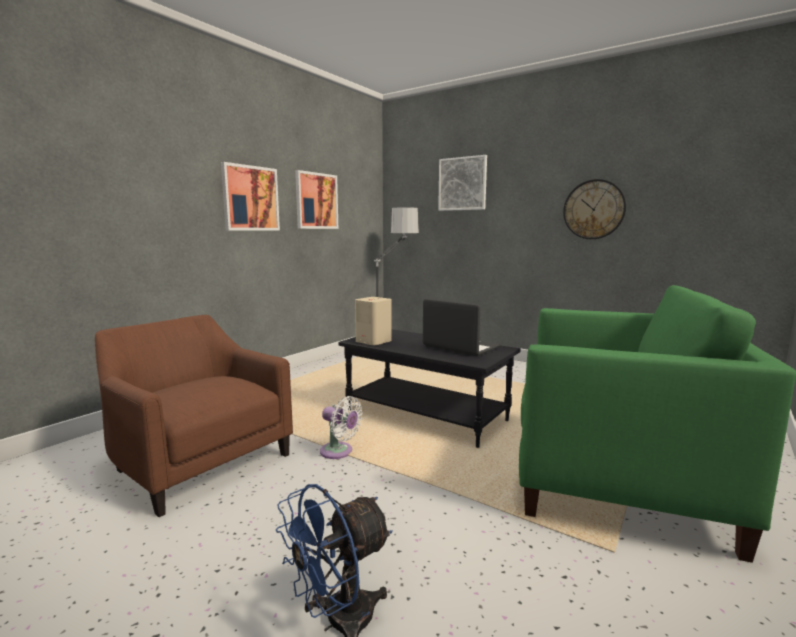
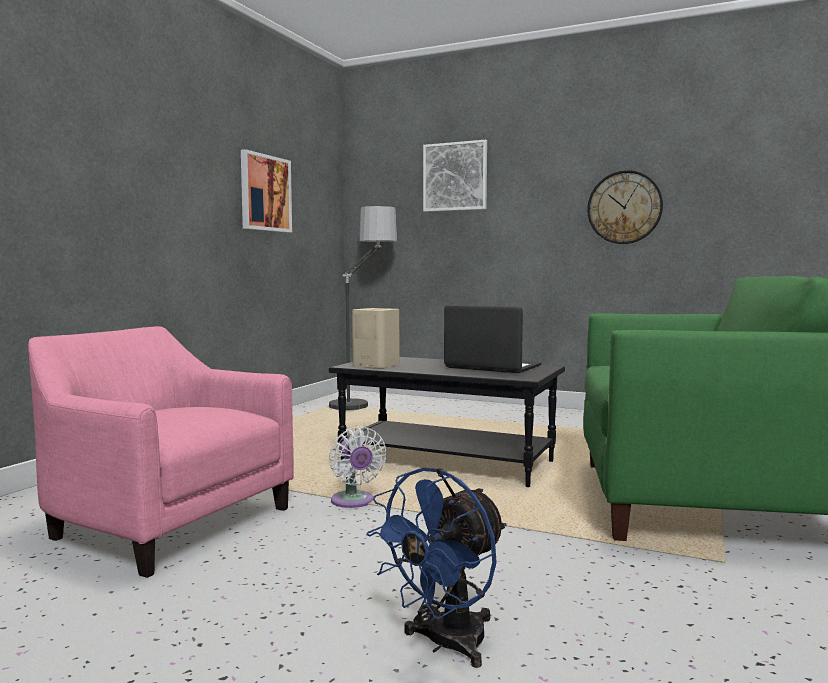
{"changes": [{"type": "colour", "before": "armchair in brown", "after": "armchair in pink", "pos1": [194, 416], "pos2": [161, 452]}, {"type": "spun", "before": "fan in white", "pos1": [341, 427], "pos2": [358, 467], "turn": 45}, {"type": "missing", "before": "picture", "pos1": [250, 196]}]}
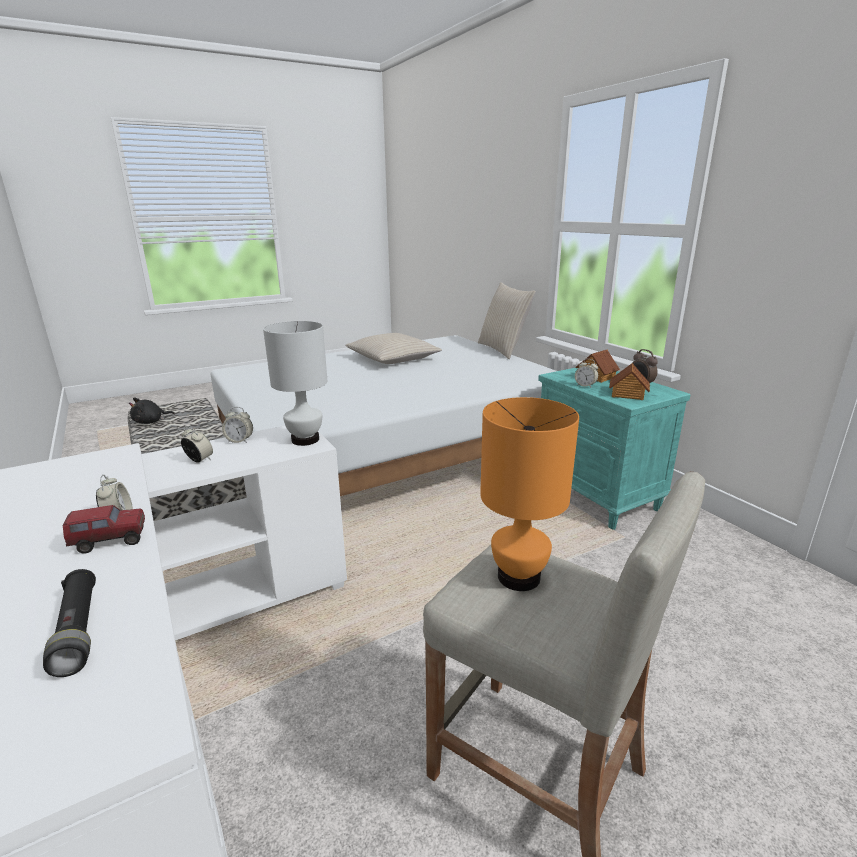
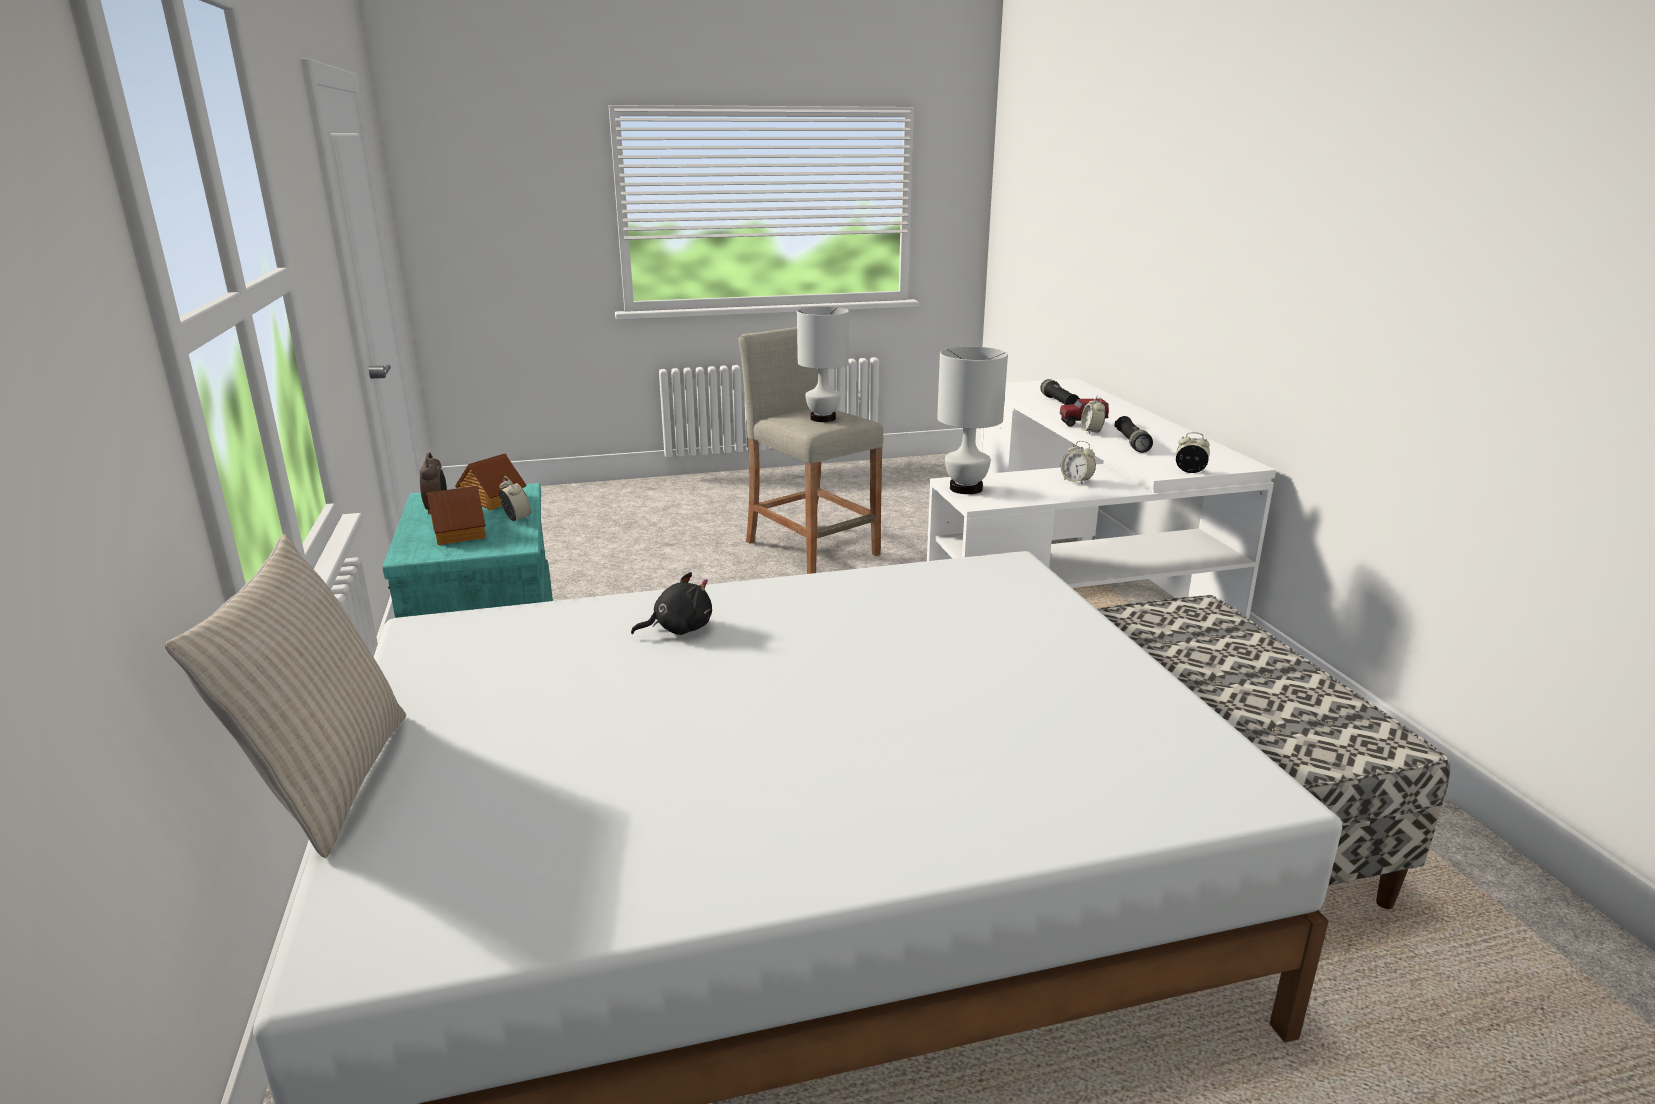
{"changes": [{"type": "relocated", "before": "plush toy in black", "pos1": [152, 410], "pos2": [671, 603]}, {"type": "colour", "before": "table lamp in orange", "after": "table lamp in white", "pos1": [529, 494], "pos2": [823, 364]}, {"type": "appeared", "after": "flashlight in black", "pos2": [1133, 434]}, {"type": "relocated", "before": "alarm clock", "pos1": [237, 425], "pos2": [1193, 452]}, {"type": "missing", "before": "pillow in beige", "pos1": [393, 348]}]}
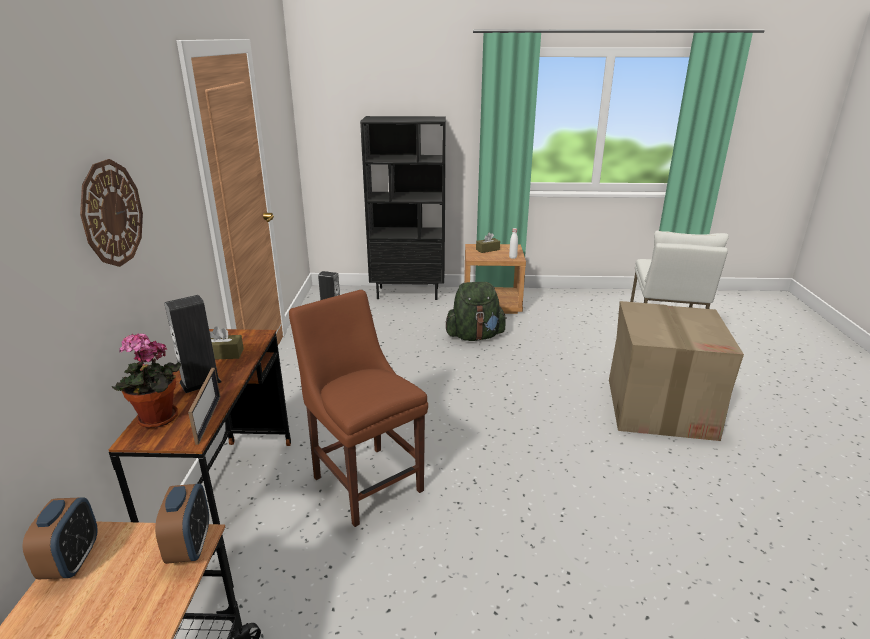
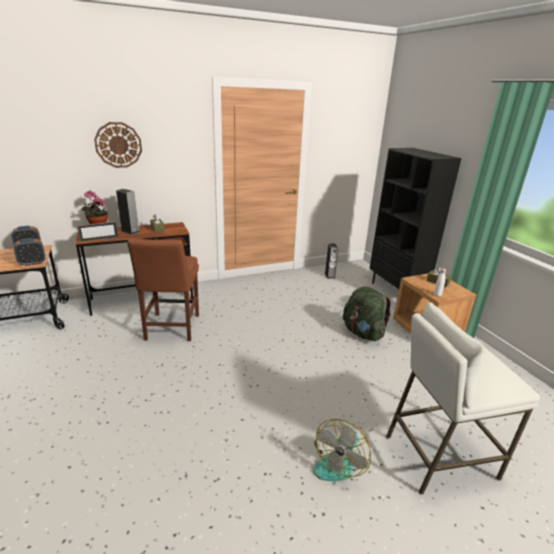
{"changes": [{"type": "spun", "before": "chair in brown", "pos1": [358, 408], "pos2": [163, 289], "turn": 150}, {"type": "exchanged", "before": "cardboard box", "after": "fan", "pos1": [676, 371], "pos2": [342, 450]}]}
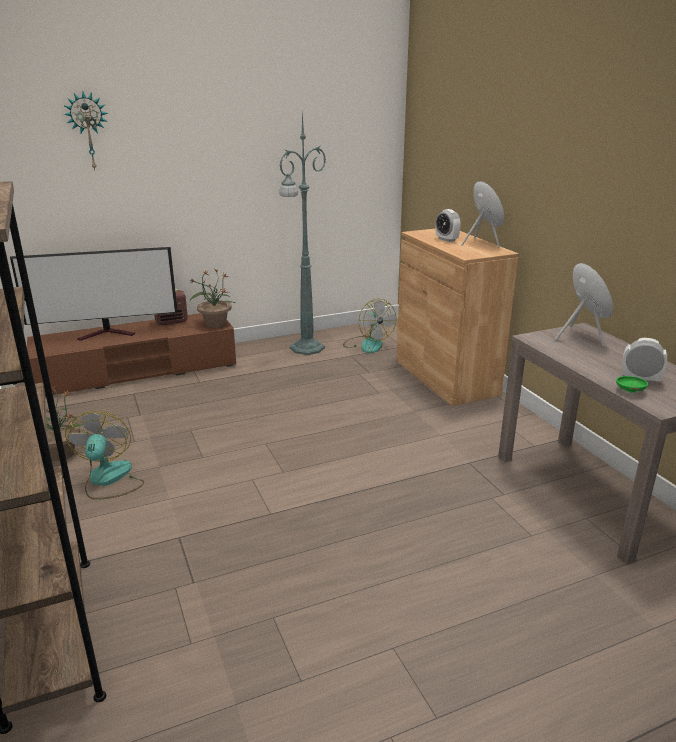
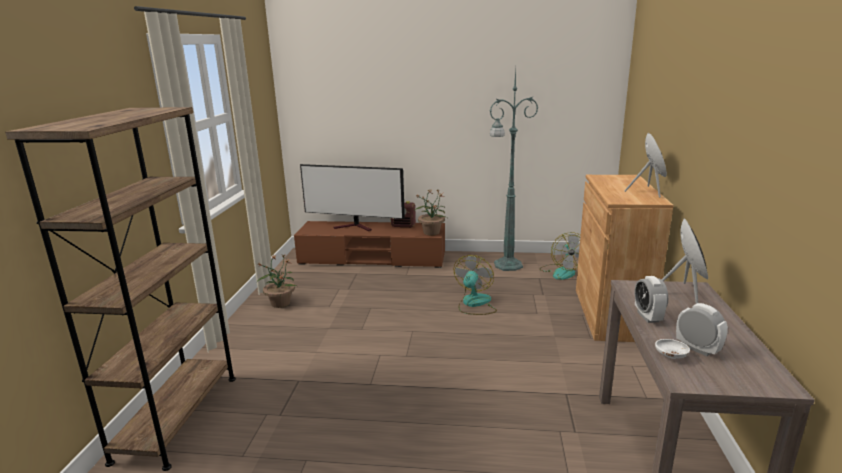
{"changes": [{"type": "relocated", "before": "fan", "pos1": [104, 455], "pos2": [475, 285]}, {"type": "relocated", "before": "alarm clock", "pos1": [448, 225], "pos2": [651, 299]}, {"type": "colour", "before": "bowl in green", "after": "bowl in white", "pos1": [632, 384], "pos2": [672, 349]}, {"type": "missing", "before": "wall clock", "pos1": [86, 131]}]}
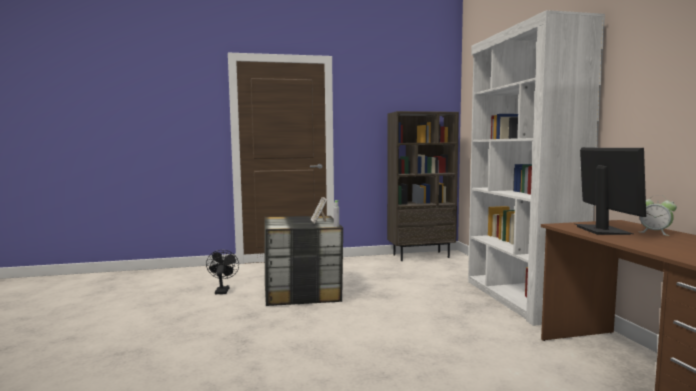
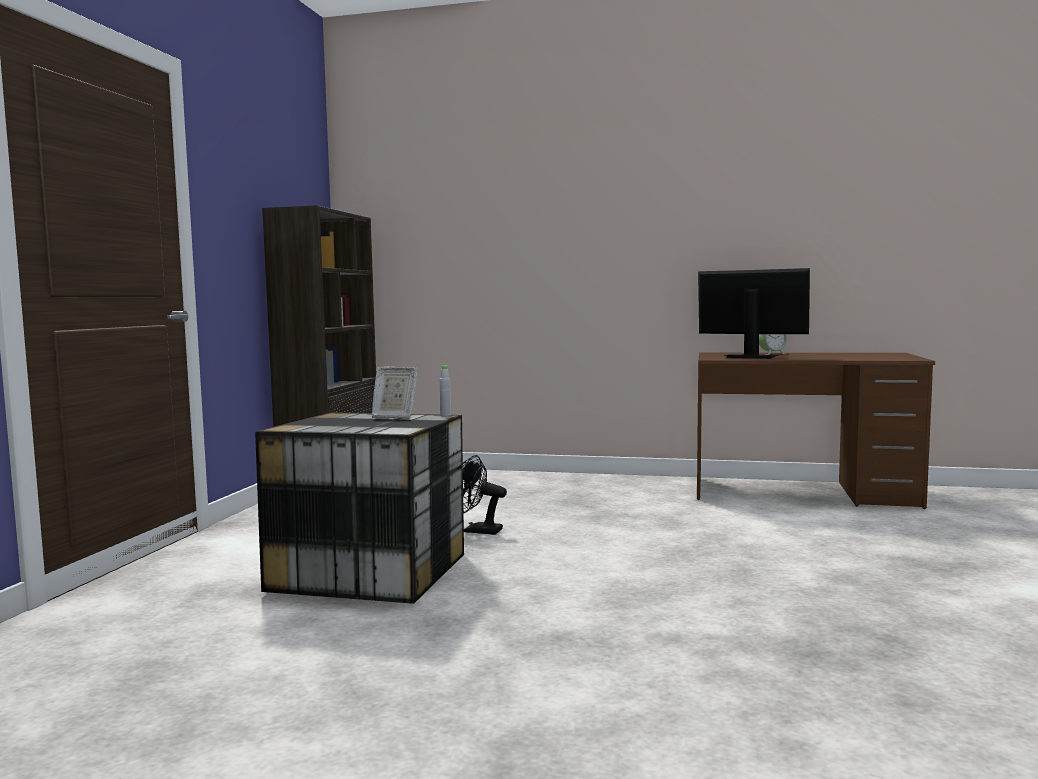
{"changes": [{"type": "relocated", "before": "fan in black", "pos1": [222, 272], "pos2": [485, 495]}, {"type": "missing", "before": "bookcase in white", "pos1": [536, 168]}]}
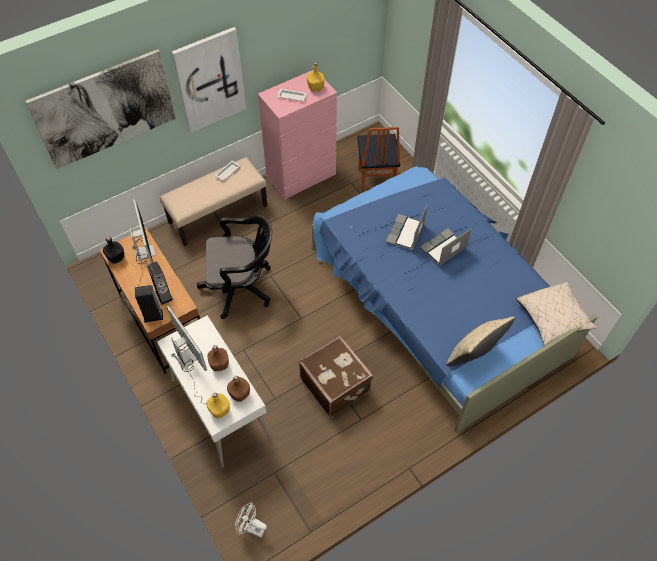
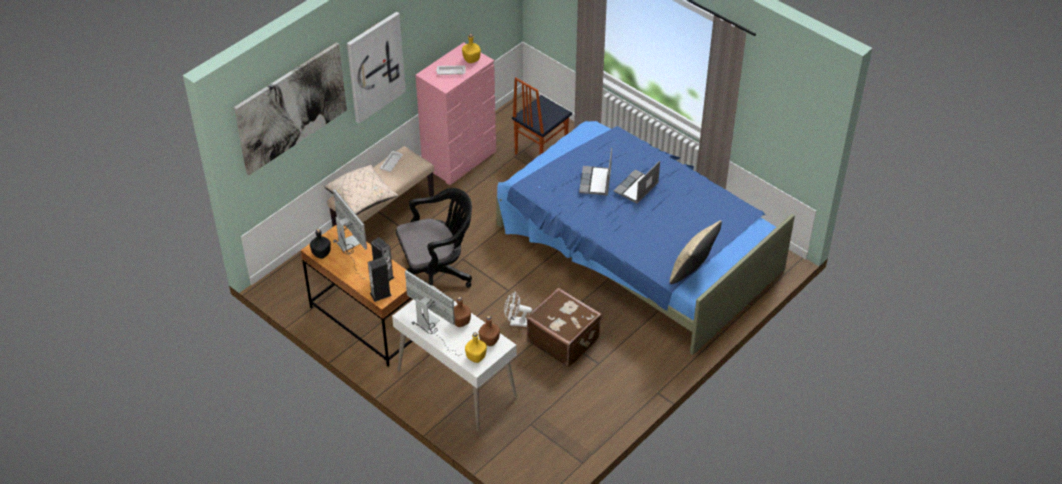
{"changes": [{"type": "relocated", "before": "pillow in beige", "pos1": [556, 314], "pos2": [361, 190]}, {"type": "relocated", "before": "fan in white", "pos1": [251, 519], "pos2": [518, 309]}, {"type": "spun", "before": "chair", "pos1": [378, 160], "pos2": [542, 116], "turn": 60}]}
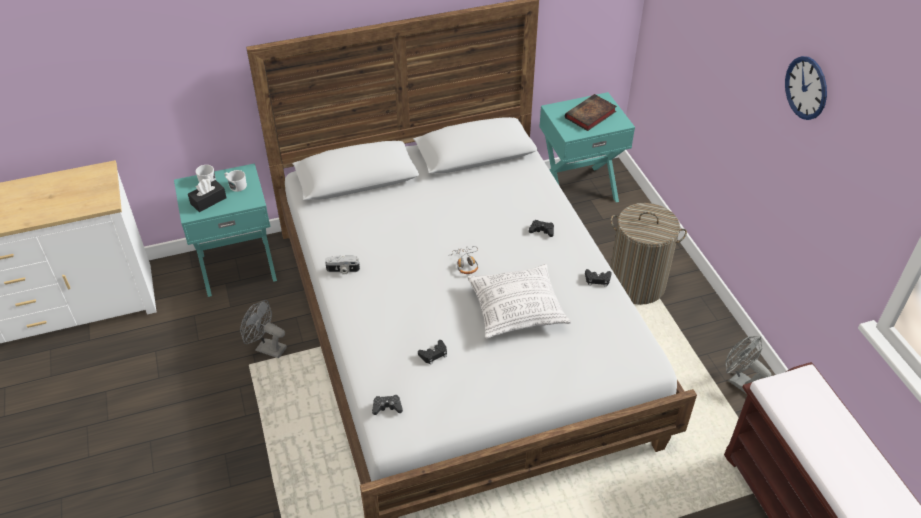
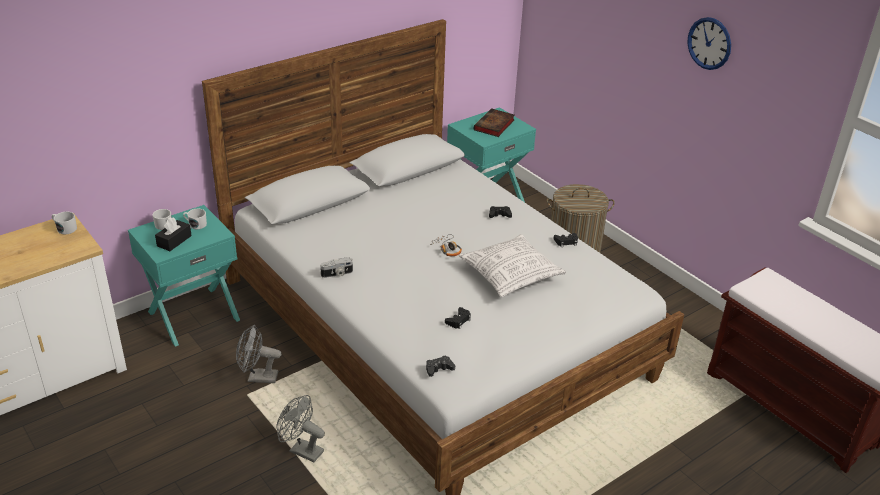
{"changes": [{"type": "appeared", "after": "mug in white", "pos2": [64, 223]}, {"type": "relocated", "before": "fan in grey", "pos1": [748, 364], "pos2": [300, 429]}]}
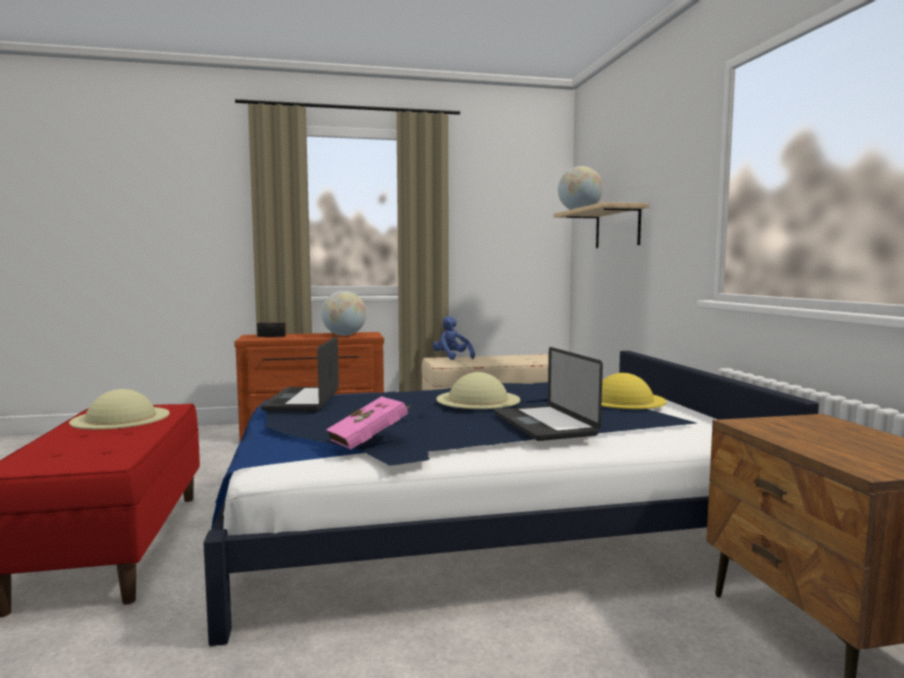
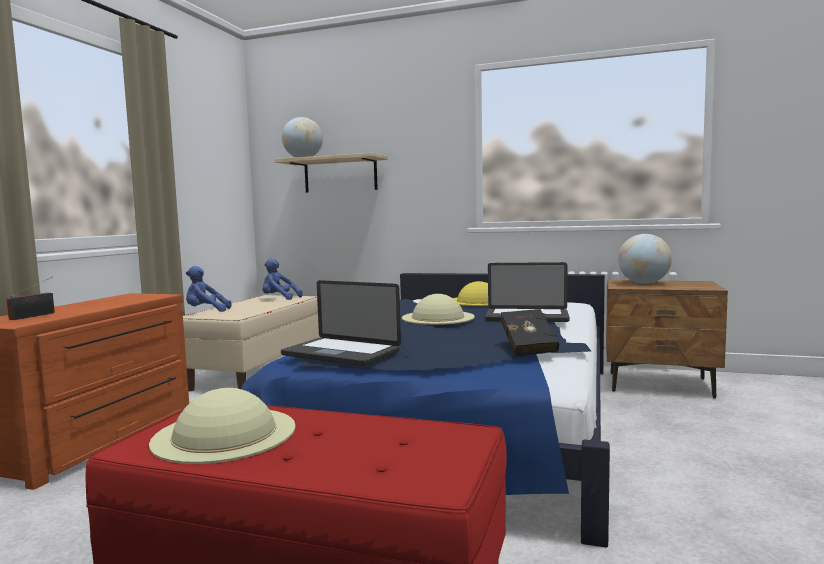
{"changes": [{"type": "appeared", "after": "plush toy in blue", "pos2": [282, 279]}, {"type": "colour", "before": "book in pink", "after": "book in black", "pos1": [368, 422], "pos2": [530, 332]}, {"type": "relocated", "before": "globe", "pos1": [344, 313], "pos2": [645, 259]}]}
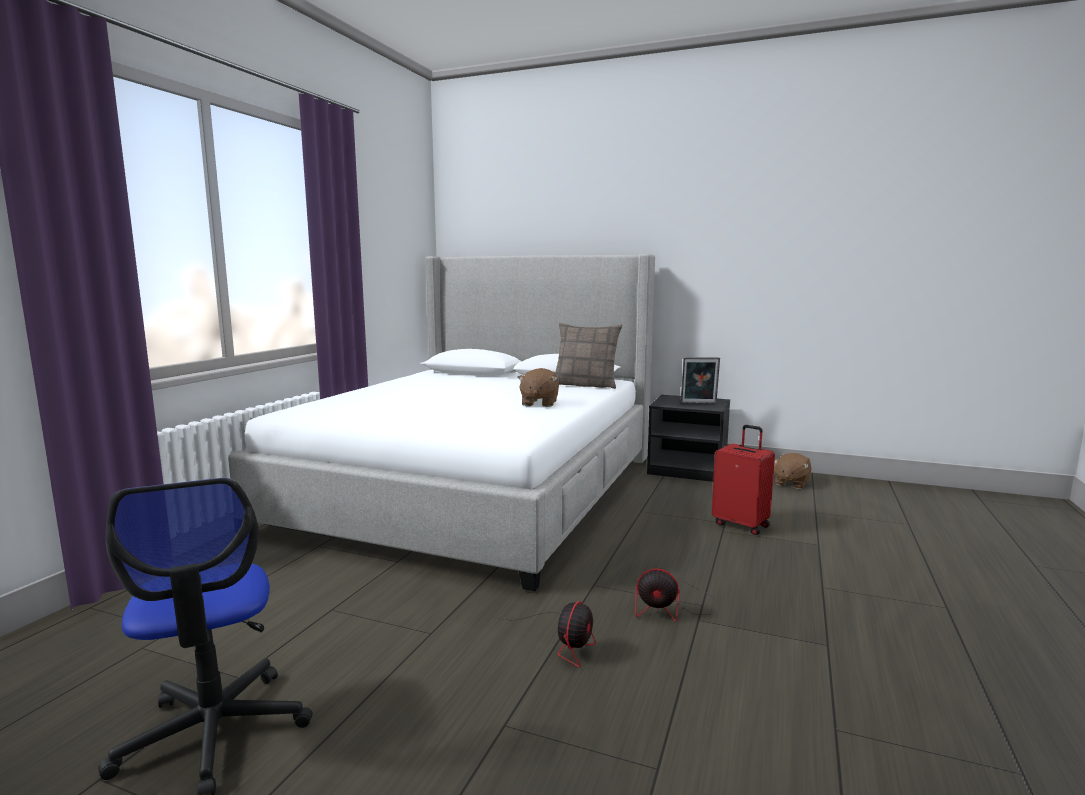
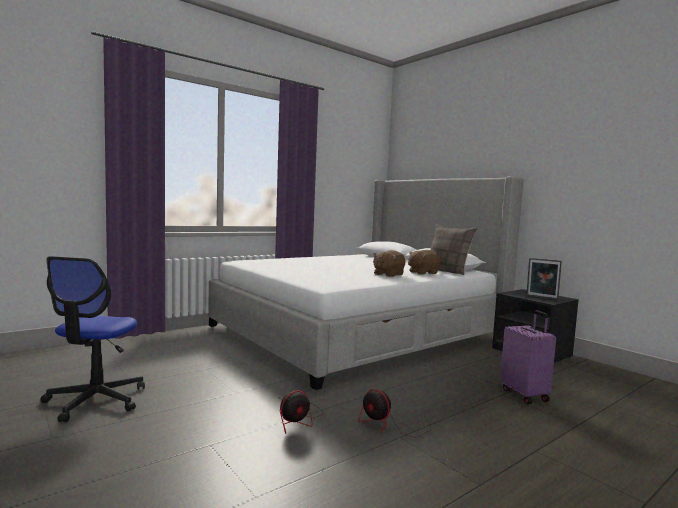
{"changes": [{"type": "relocated", "before": "plush toy in brown", "pos1": [793, 471], "pos2": [424, 262]}, {"type": "colour", "before": "suitcase in red", "after": "suitcase in purple", "pos1": [743, 480], "pos2": [528, 357]}]}
